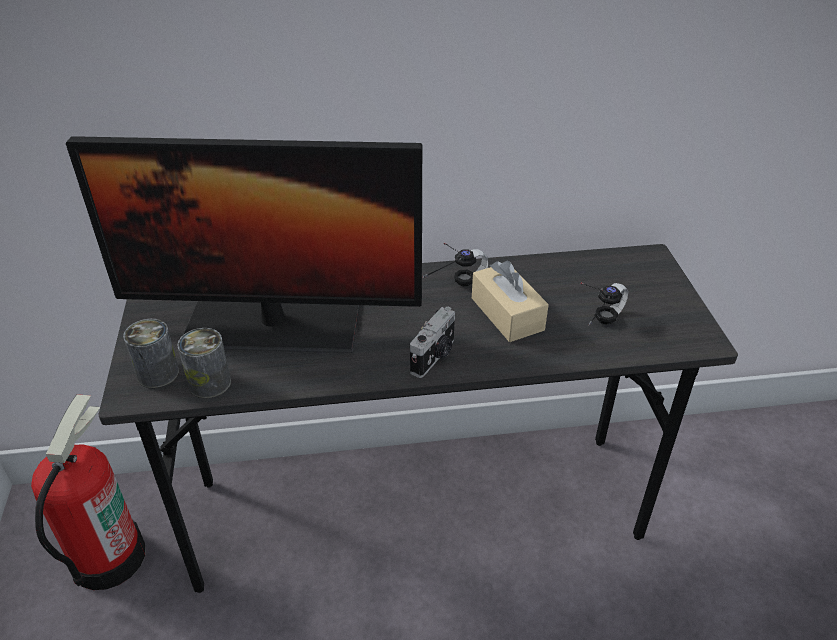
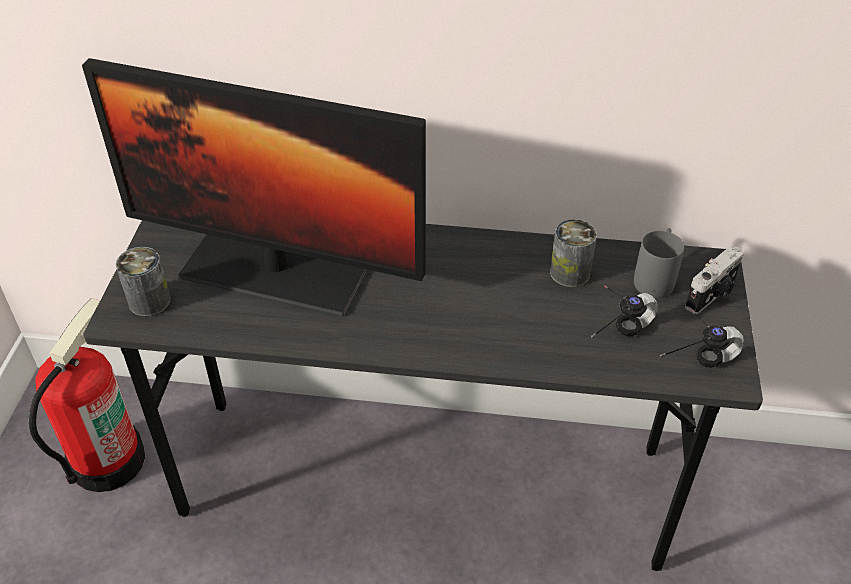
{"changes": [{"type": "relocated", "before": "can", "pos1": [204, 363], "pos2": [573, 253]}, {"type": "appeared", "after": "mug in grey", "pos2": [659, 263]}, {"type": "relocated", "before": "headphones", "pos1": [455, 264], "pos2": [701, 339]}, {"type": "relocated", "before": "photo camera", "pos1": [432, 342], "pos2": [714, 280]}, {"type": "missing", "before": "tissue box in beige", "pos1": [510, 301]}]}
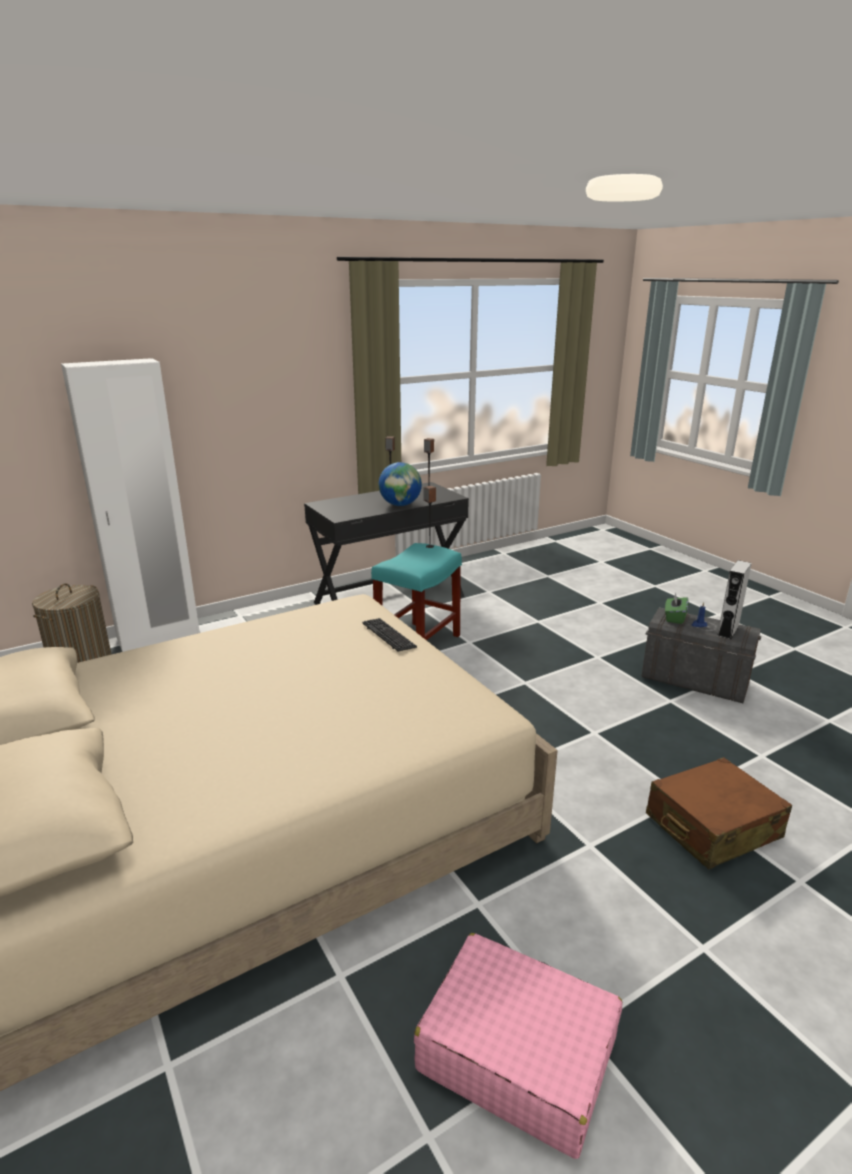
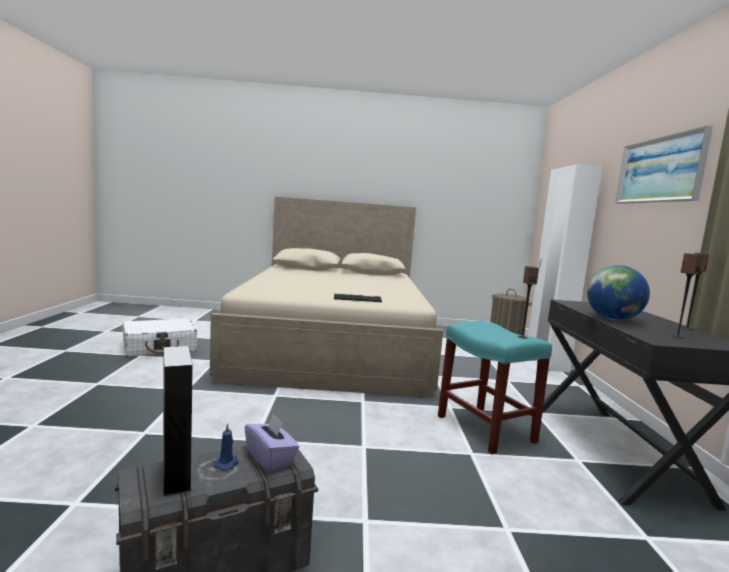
{"changes": [{"type": "colour", "before": "suitcase in pink", "after": "suitcase in white", "pos1": [518, 1046], "pos2": [159, 337]}, {"type": "colour", "before": "tissue box in green", "after": "tissue box in purple", "pos1": [676, 608], "pos2": [272, 443]}, {"type": "appeared", "after": "picture", "pos2": [664, 164]}, {"type": "missing", "before": "suitcase in brown", "pos1": [719, 813]}]}
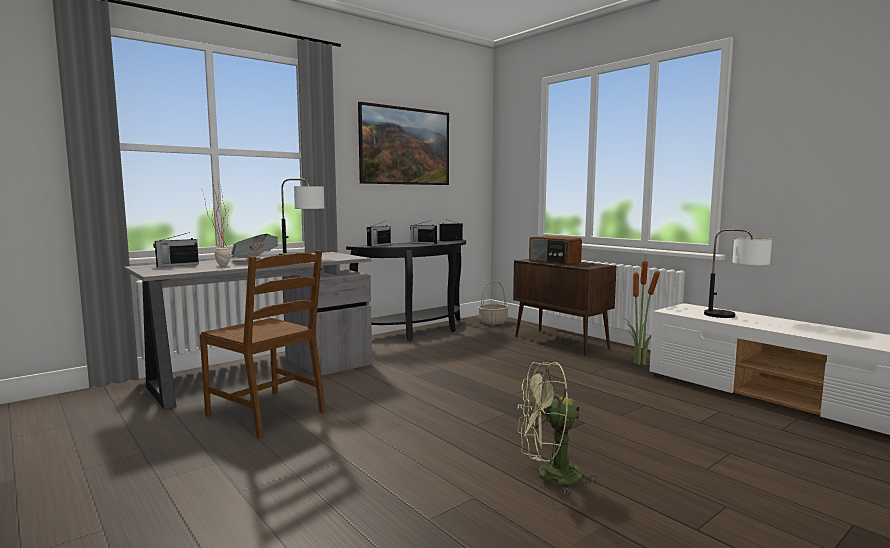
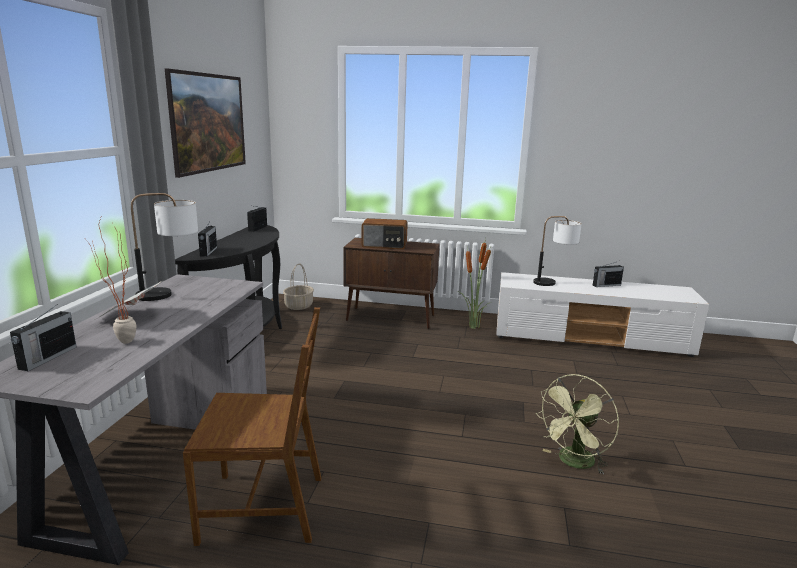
{"changes": [{"type": "relocated", "before": "radio", "pos1": [423, 232], "pos2": [608, 274]}]}
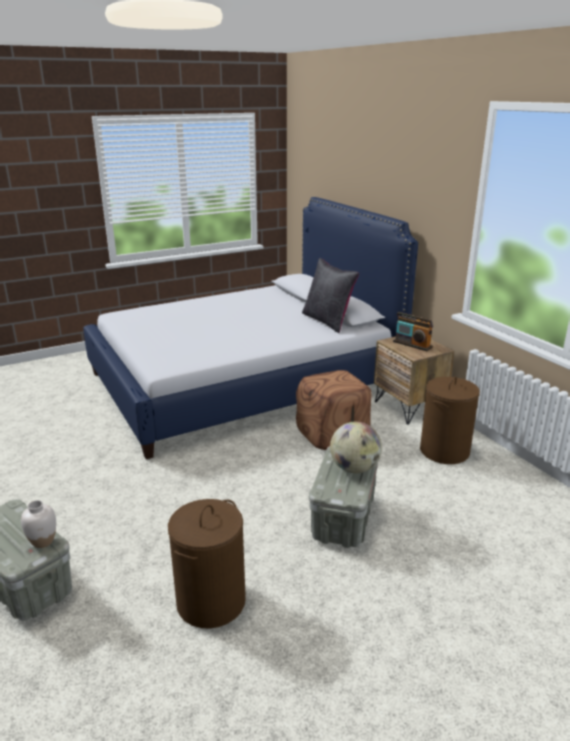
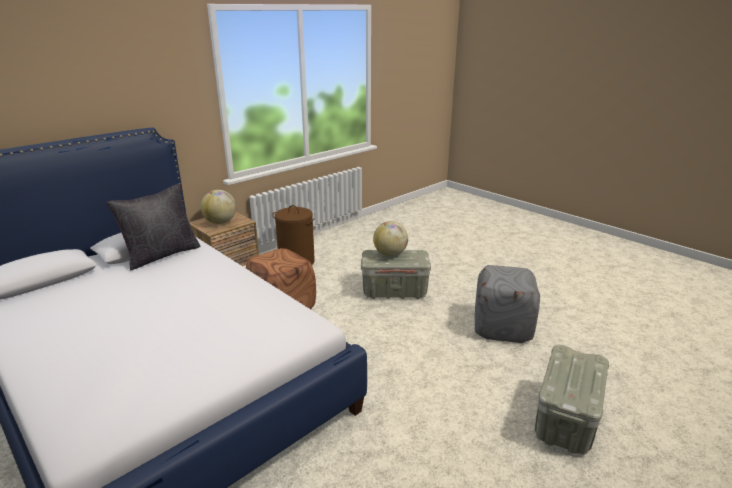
{"changes": [{"type": "exchanged", "before": "radio", "after": "globe", "pos1": [413, 331], "pos2": [218, 207]}, {"type": "exchanged", "before": "laundry basket in brown", "after": "ottoman in grey", "pos1": [207, 564], "pos2": [507, 304]}, {"type": "missing", "before": "vase in white", "pos1": [38, 524]}]}
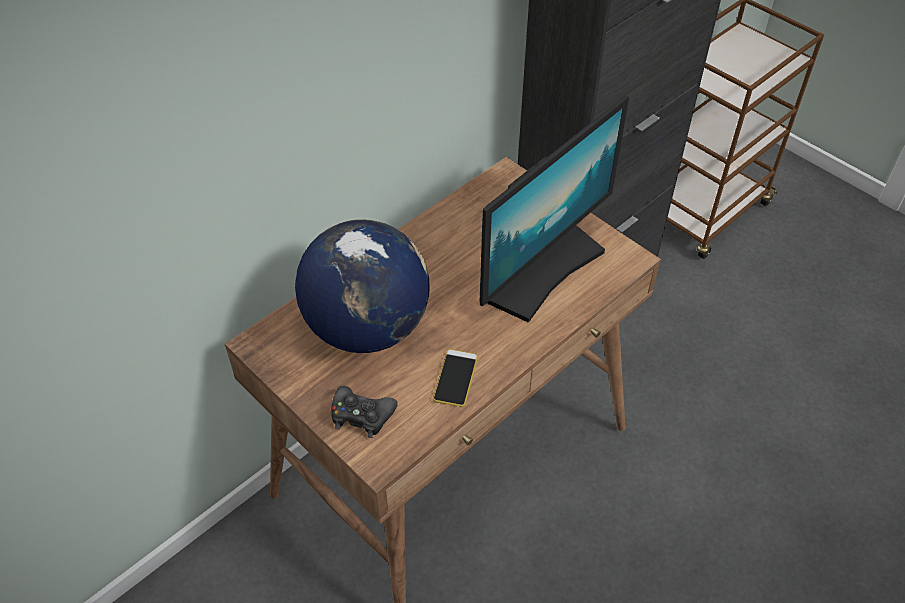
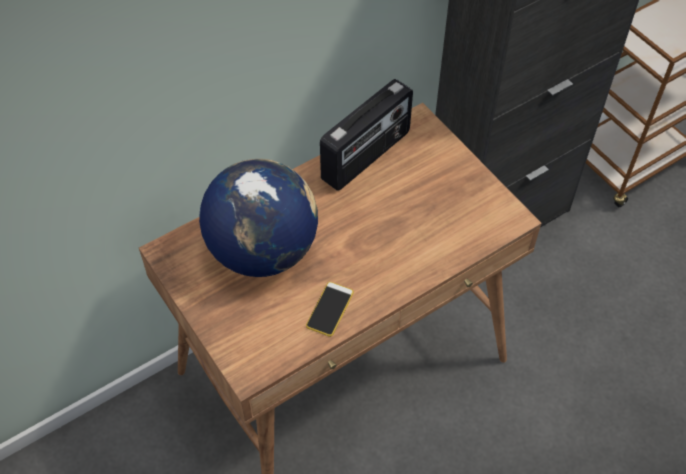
{"changes": [{"type": "appeared", "after": "radio", "pos2": [366, 135]}, {"type": "missing", "before": "game controller in black", "pos1": [364, 412]}, {"type": "missing", "before": "monitor", "pos1": [554, 209]}]}
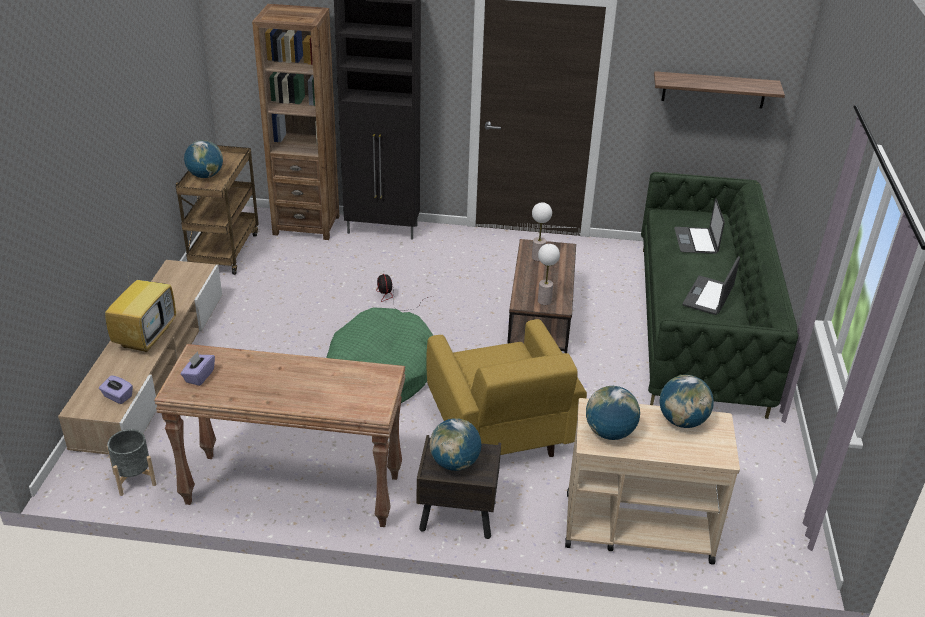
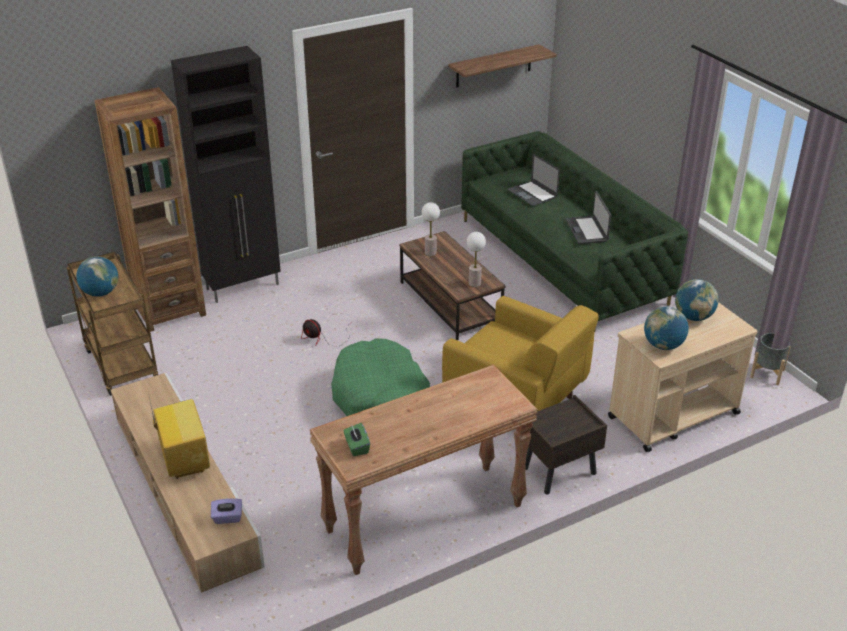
{"changes": [{"type": "colour", "before": "tissue box in purple", "after": "tissue box in green", "pos1": [198, 368], "pos2": [356, 439]}, {"type": "relocated", "before": "planter in grey", "pos1": [131, 462], "pos2": [770, 359]}, {"type": "missing", "before": "globe", "pos1": [455, 444]}]}
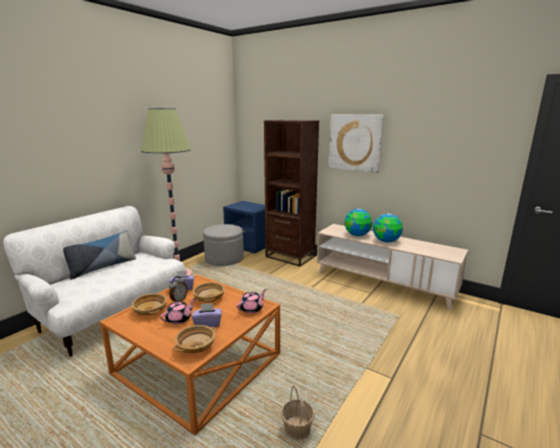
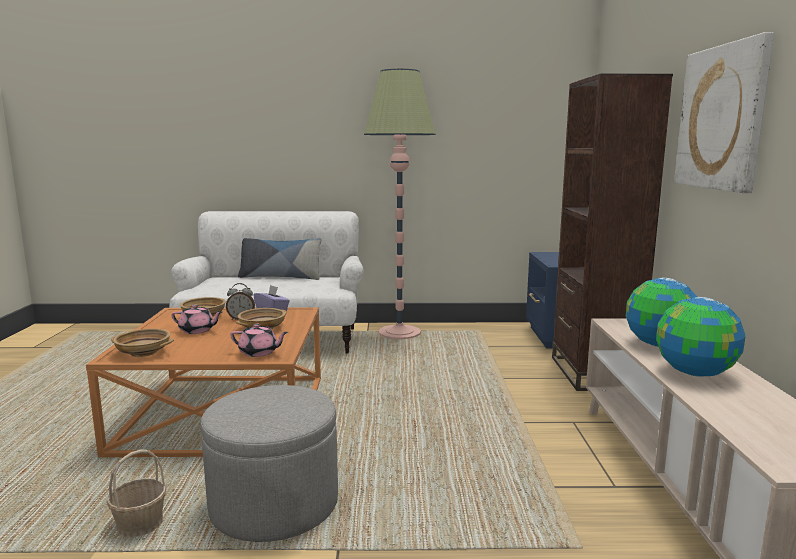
{"changes": [{"type": "relocated", "before": "ottoman in grey", "pos1": [223, 245], "pos2": [269, 463]}, {"type": "missing", "before": "tissue box in purple", "pos1": [206, 315]}]}
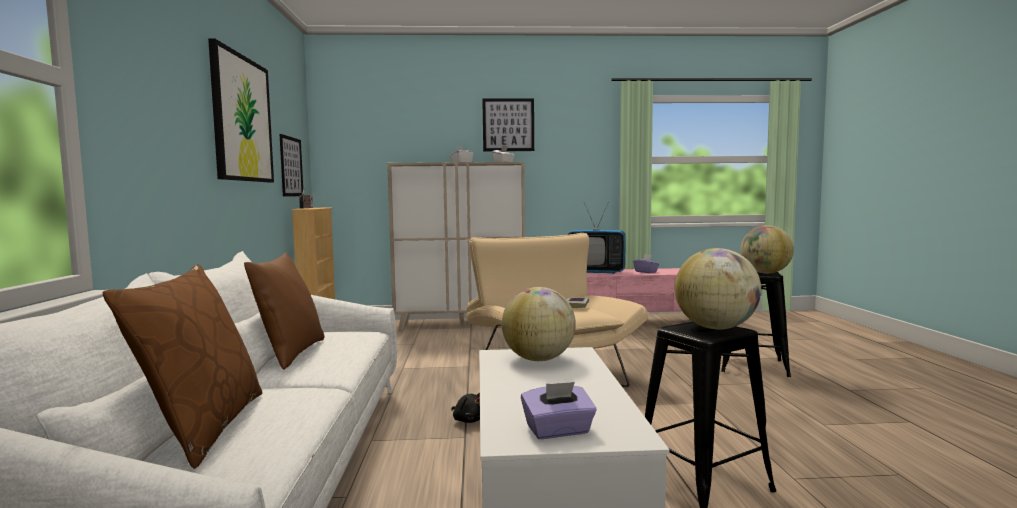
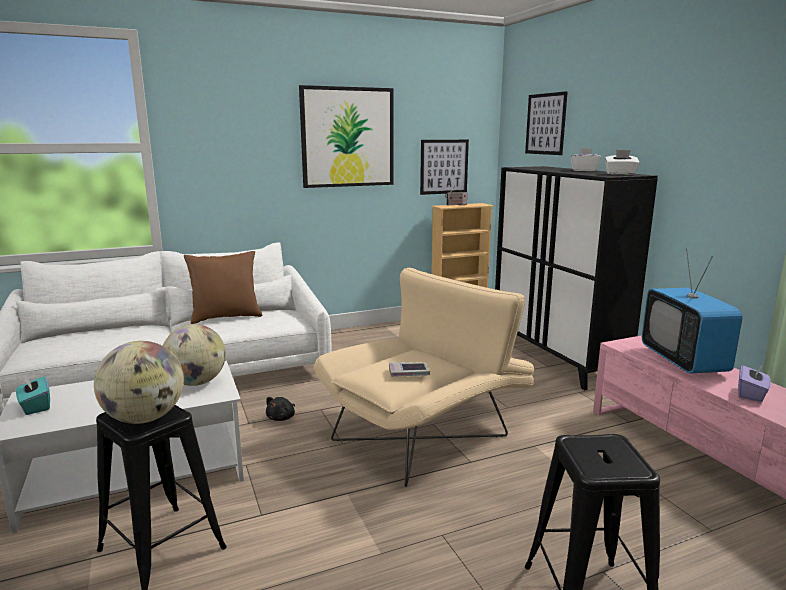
{"changes": [{"type": "colour", "before": "tissue box in purple", "after": "tissue box in turquoise", "pos1": [559, 410], "pos2": [33, 395]}, {"type": "colour", "before": "cabinet in beige", "after": "cabinet in black", "pos1": [456, 246], "pos2": [576, 278]}, {"type": "relocated", "before": "picture", "pos1": [508, 124], "pos2": [546, 123]}, {"type": "missing", "before": "pillow in brown", "pos1": [183, 366]}, {"type": "missing", "before": "globe", "pos1": [767, 249]}]}
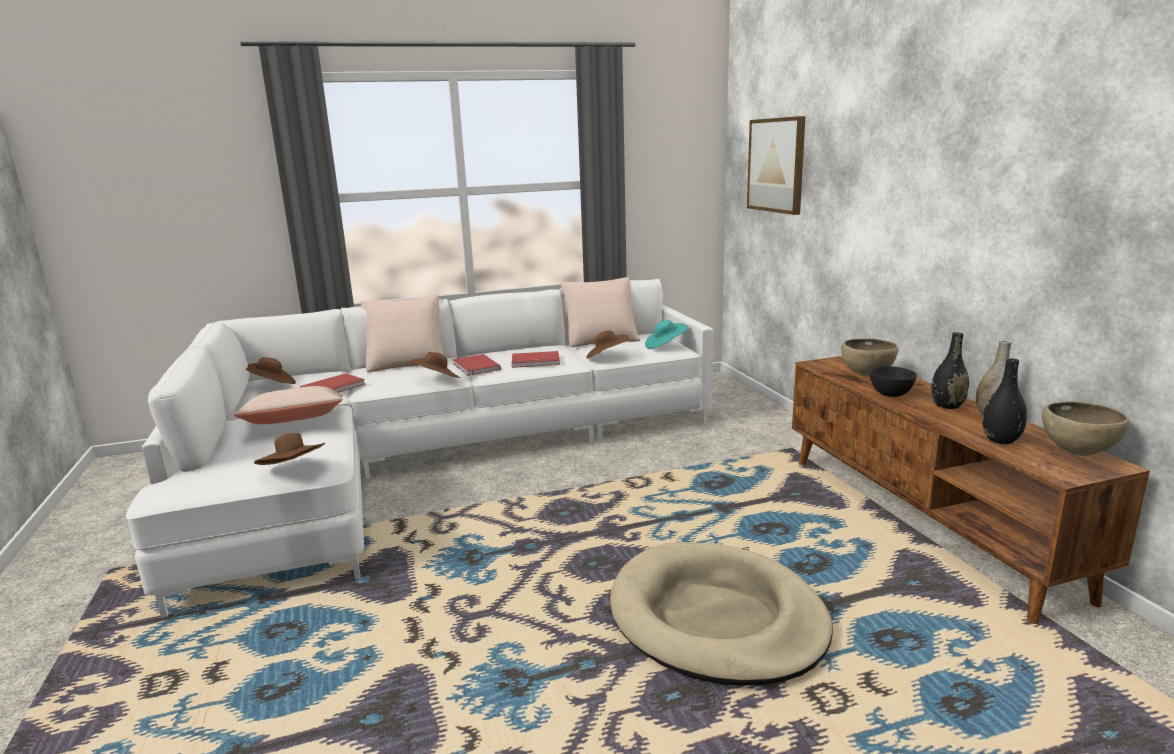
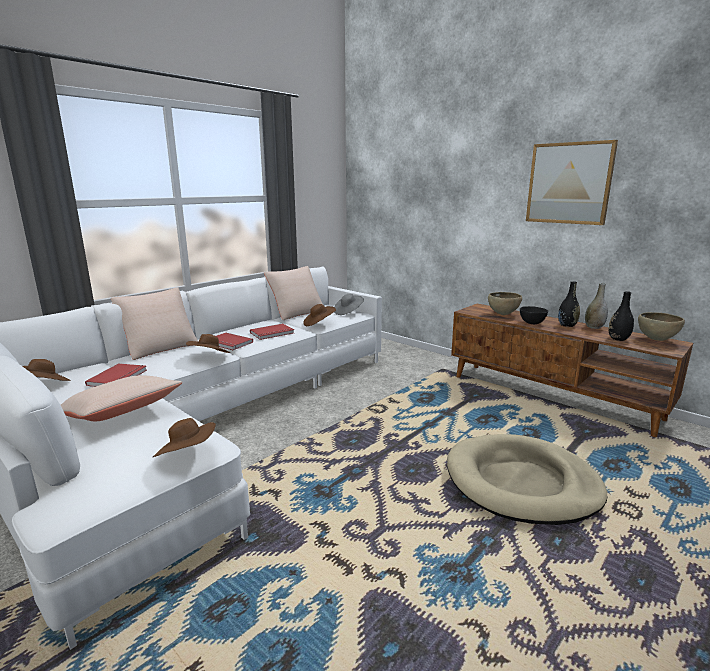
{"changes": [{"type": "colour", "before": "hat in turquoise", "after": "hat in grey", "pos1": [666, 334], "pos2": [349, 304]}, {"type": "relocated", "before": "picture", "pos1": [776, 165], "pos2": [572, 182]}]}
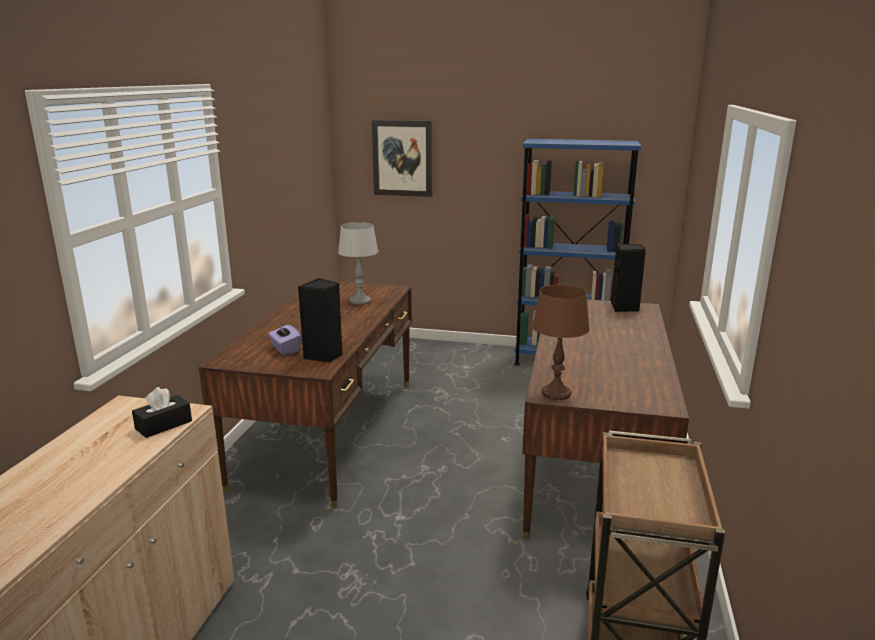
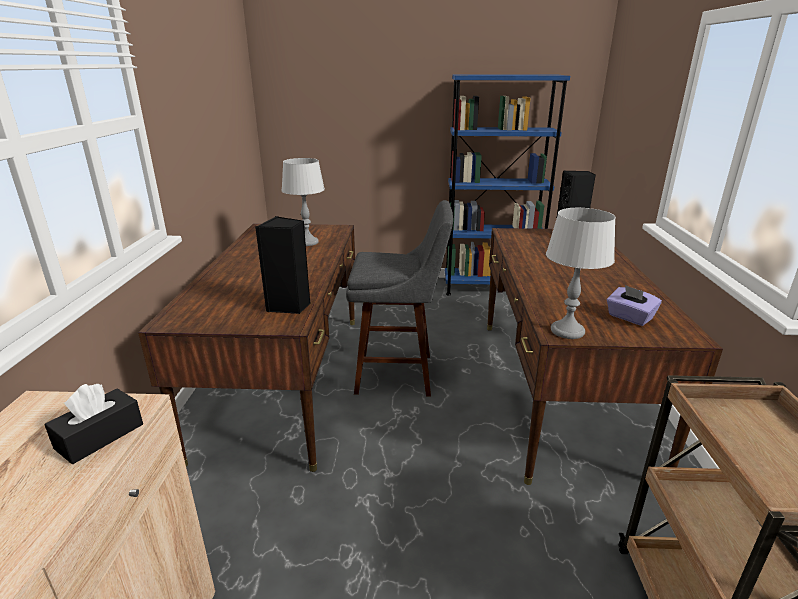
{"changes": [{"type": "appeared", "after": "stool in grey", "pos2": [399, 298]}, {"type": "colour", "before": "table lamp in brown", "after": "table lamp in grey", "pos1": [561, 342], "pos2": [581, 273]}, {"type": "relocated", "before": "tissue box in purple", "pos1": [284, 339], "pos2": [634, 305]}, {"type": "missing", "before": "picture", "pos1": [402, 158]}]}
